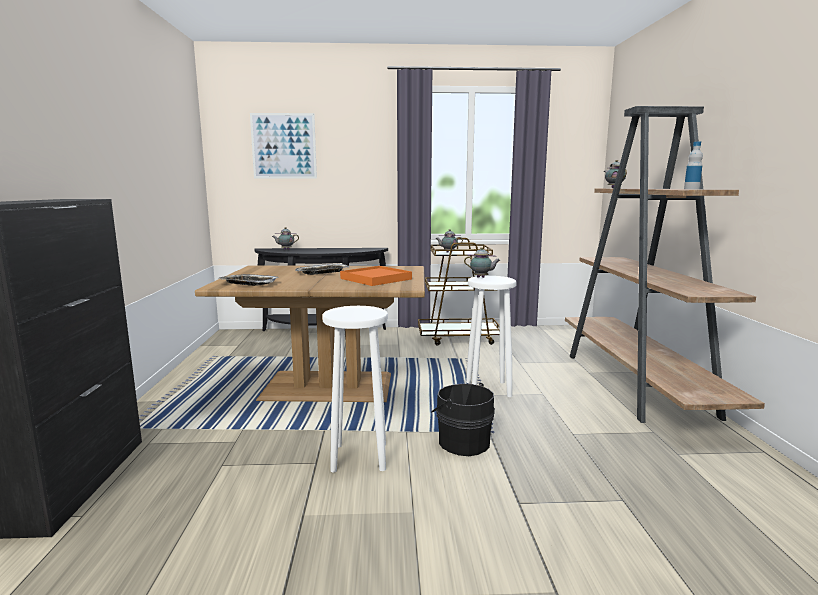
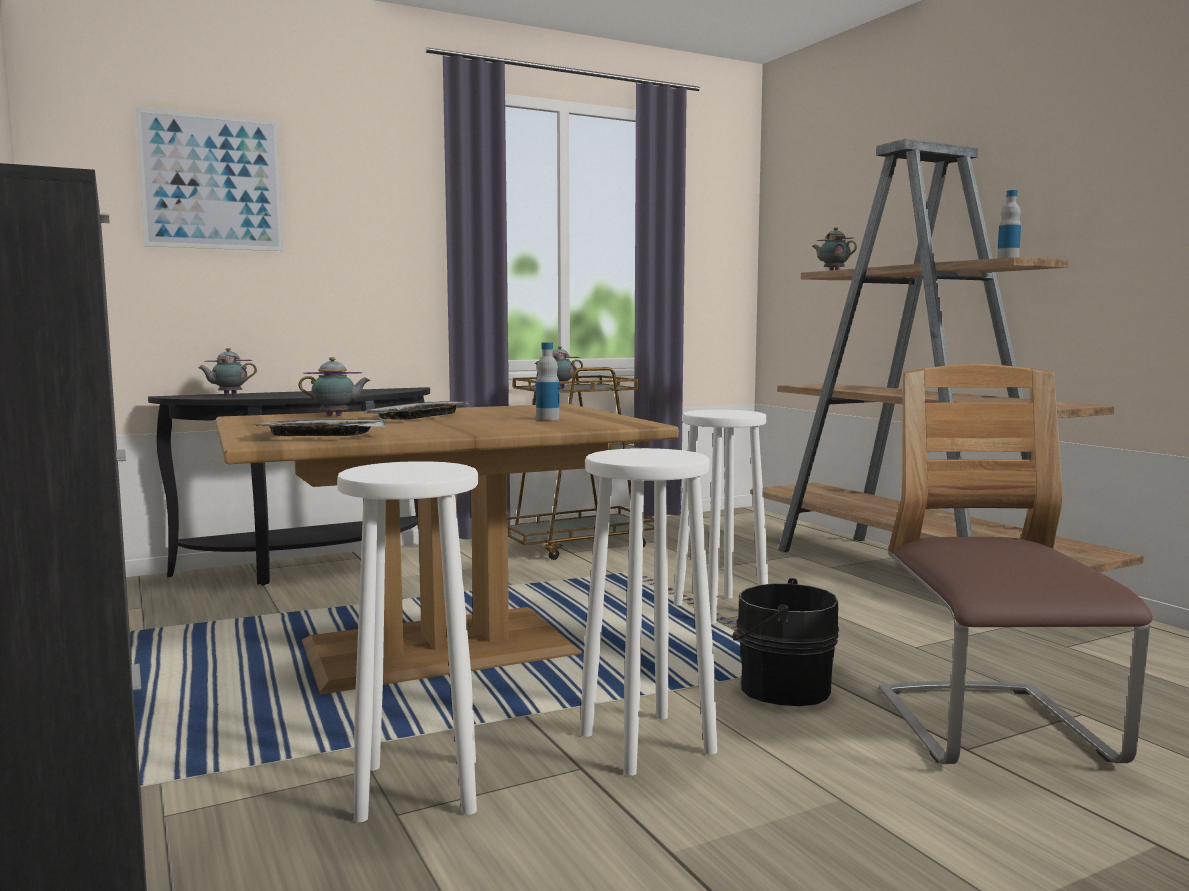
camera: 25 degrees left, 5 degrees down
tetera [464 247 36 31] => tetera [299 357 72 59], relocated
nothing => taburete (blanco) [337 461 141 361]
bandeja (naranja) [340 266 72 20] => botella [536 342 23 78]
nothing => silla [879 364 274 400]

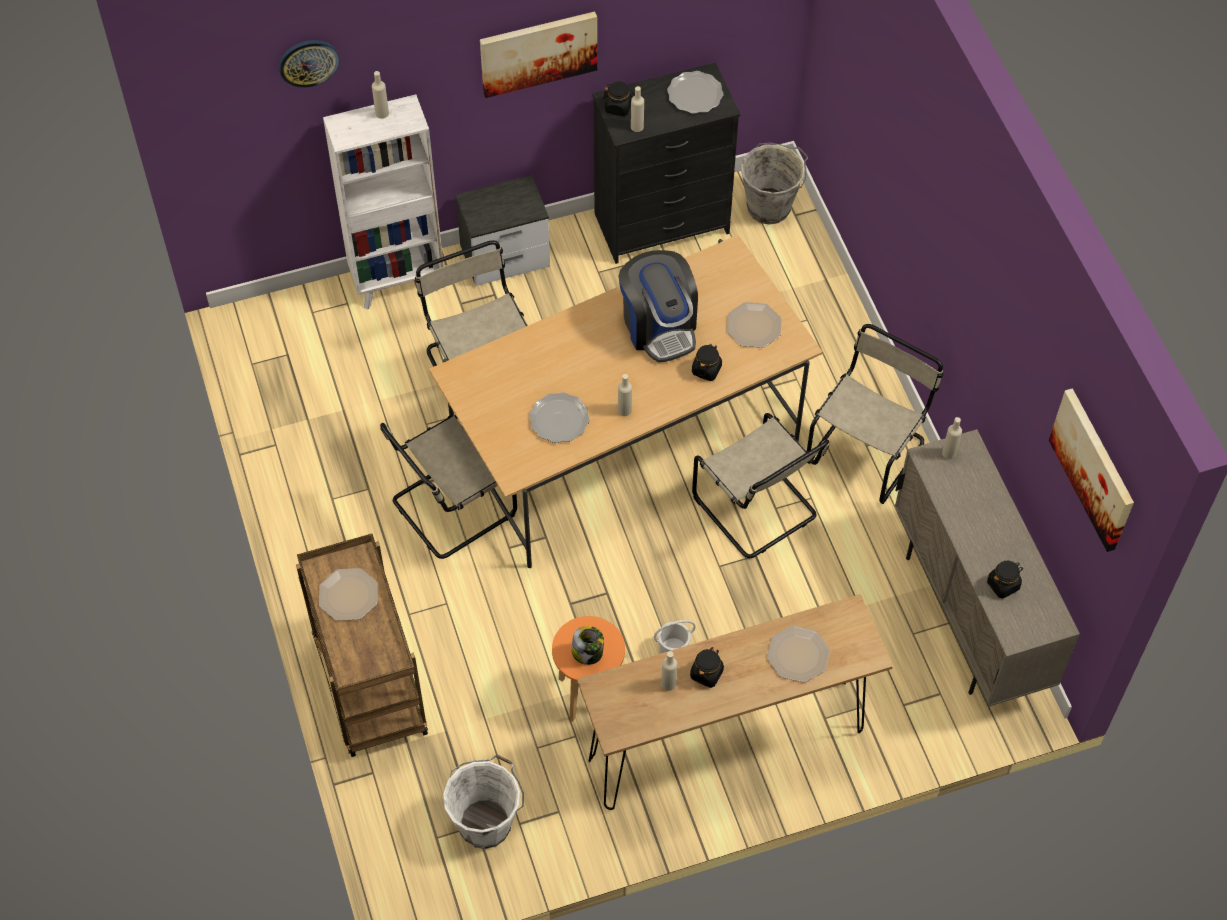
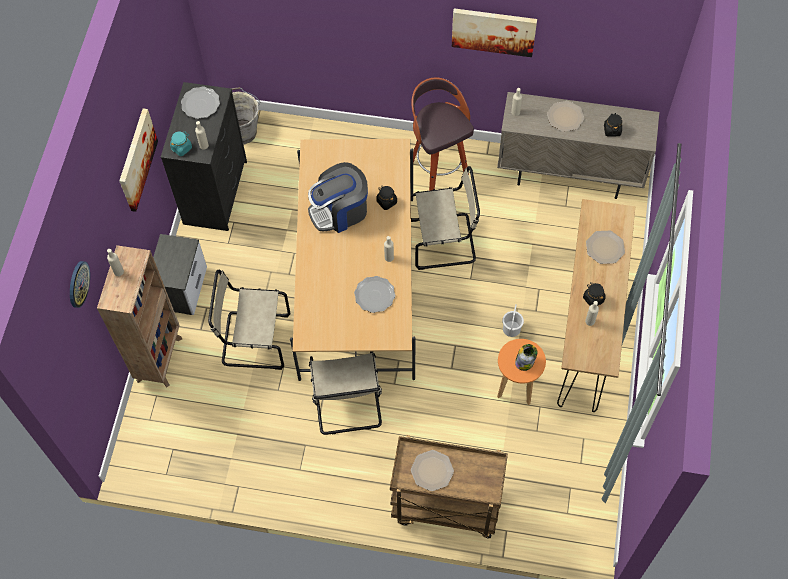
camera: 60 degrees left, 5 degrees up
estantería (blanco) [323 94 121 215] => estantería (marrón) [97 245 85 142]
tarro (negro) [603 81 32 35] => tarro (turquesa) [170 131 22 25]
cafetera [619 250 79 112] => cafetera [308 162 60 71], 150 degrees clockwise
silla (beis) [807 324 136 180] => taburete [411 77 63 114]
cuadro [1049 388 85 164] => cuadro [452 8 85 49], relocated
plato [726 302 56 46] => plato [547 101 37 31], relocated
cubo (blanco) [443 755 81 94] => nothing

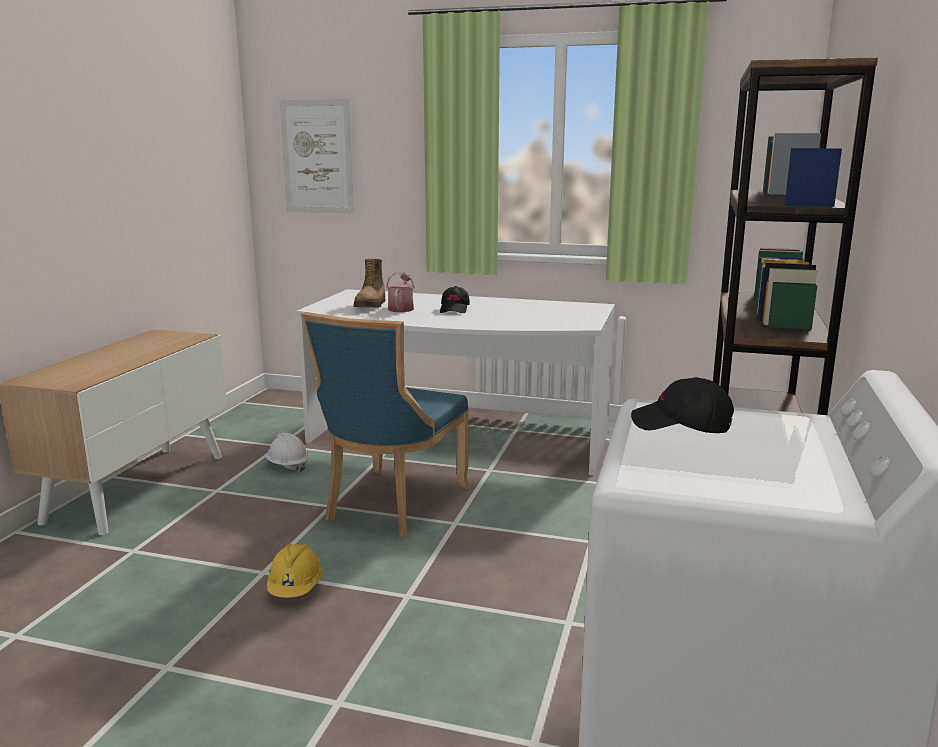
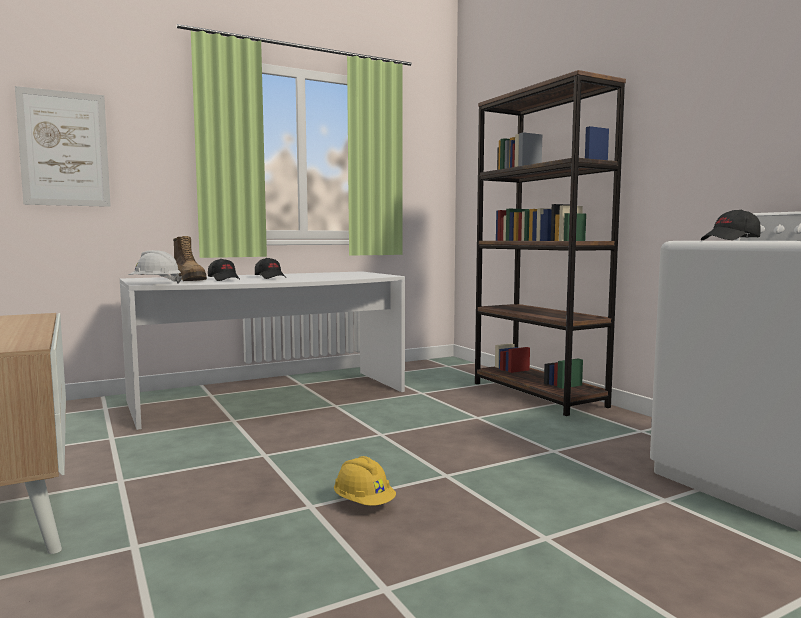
camera: 45 degrees left, 10 degrees down
casco (blanco) [264 433 45 39] => casco (blanco) [129 250 53 34], relocated
regadera [386 272 29 40] => gorra (negro) [208 259 33 22]
silla (azul) [301 312 169 225] => nothing

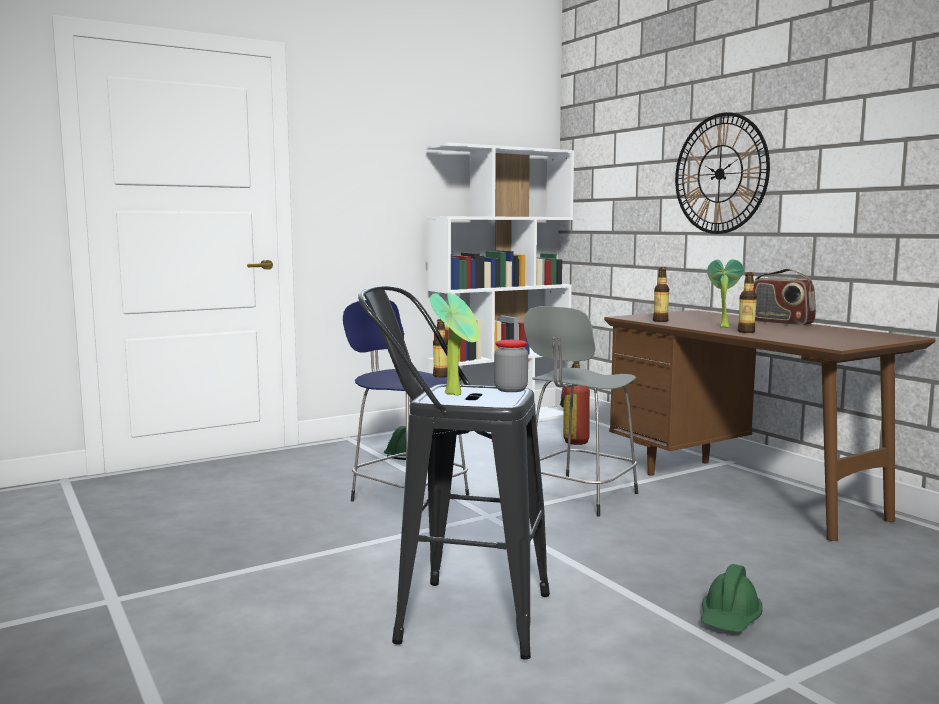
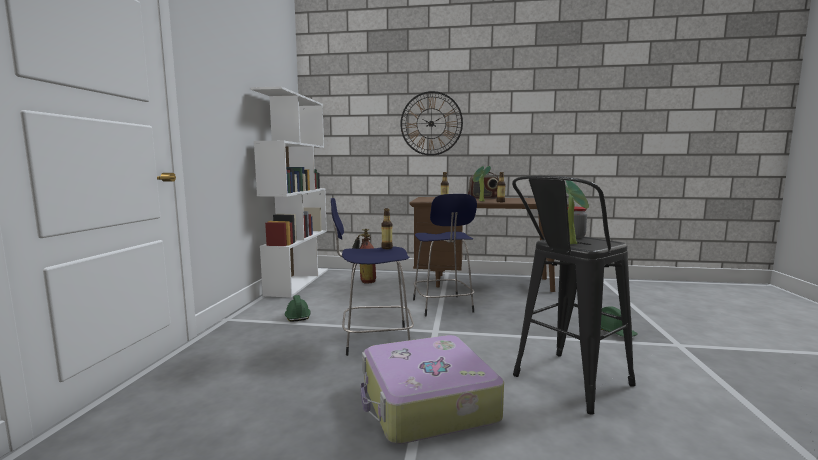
camera: 50 degrees left, 0 degrees up
nothing => maleta [360 335 144 109]
taburete (gris) [524 306 114 211] => taburete (azul) [413 194 64 122]

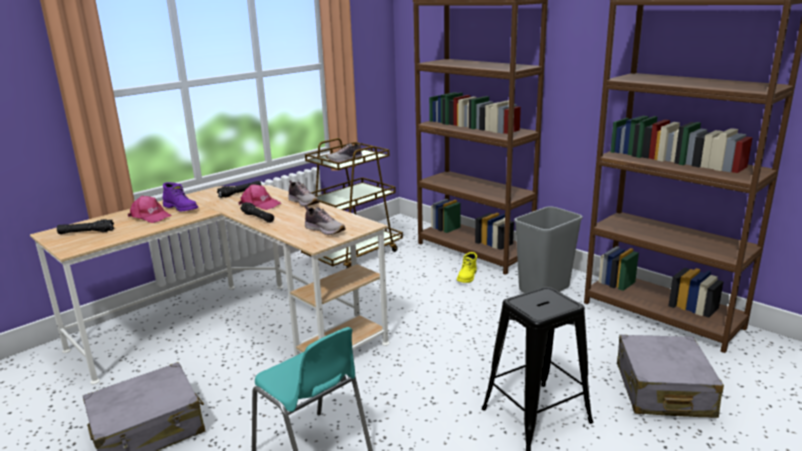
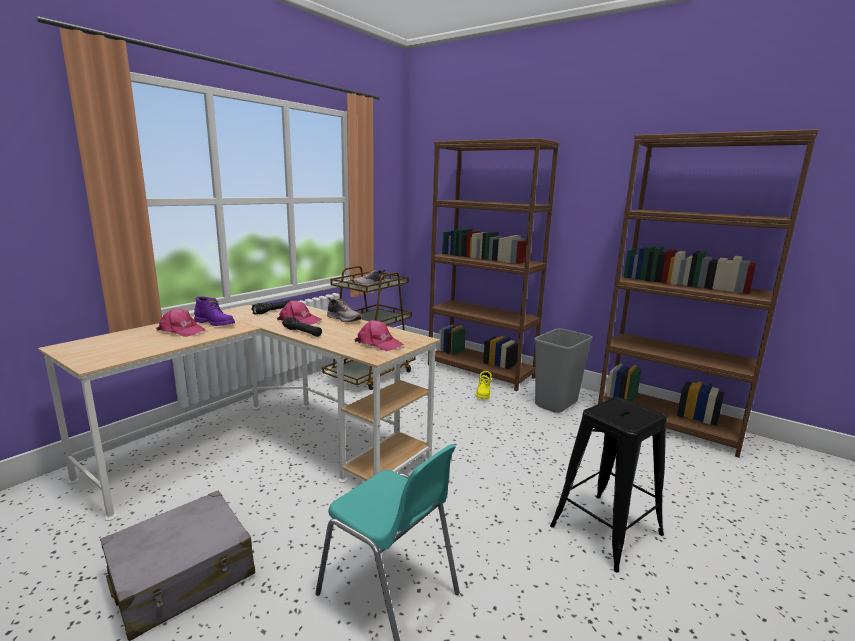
camera: 10 degrees left, 5 degrees down
zapato [305 206 40 29] => gorra (rosa) [354 320 50 31]
linterna (negro) [57 219 57 15] => nothing
maleta (gris) [617 335 107 83] => nothing

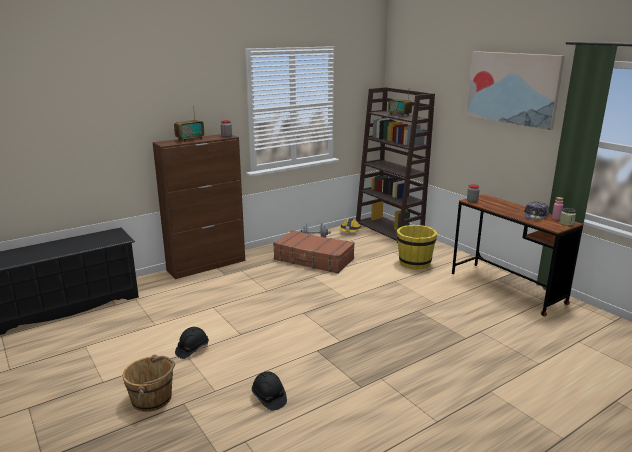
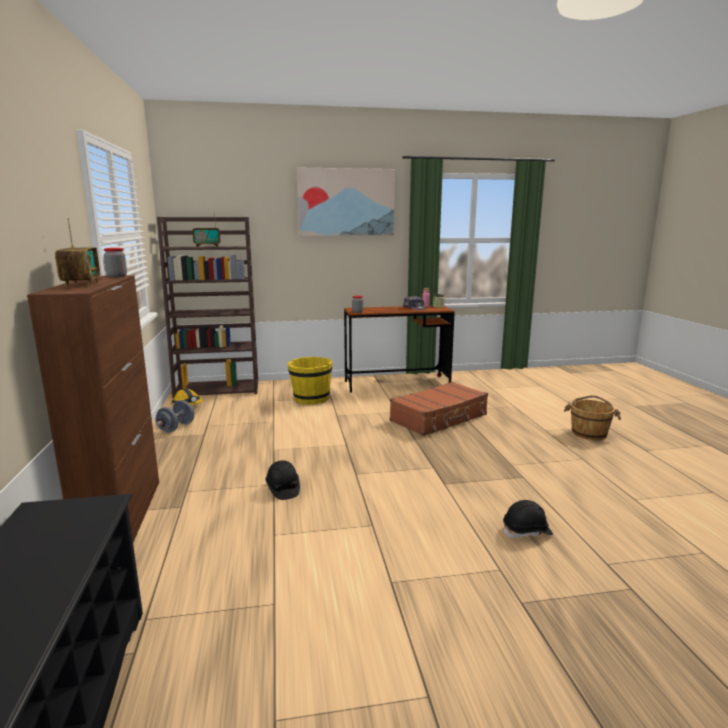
camera: 65 degrees left, 5 degrees down
casco (negro) [175 327 34 32] => casco (negro) [265 460 35 40], relocated
maleta (marrón) [273 230 82 44] => maleta (marrón) [390 382 98 54], relocated
cubo (marrón) [123 355 52 57] => cubo (marrón) [564 395 57 45], relocated

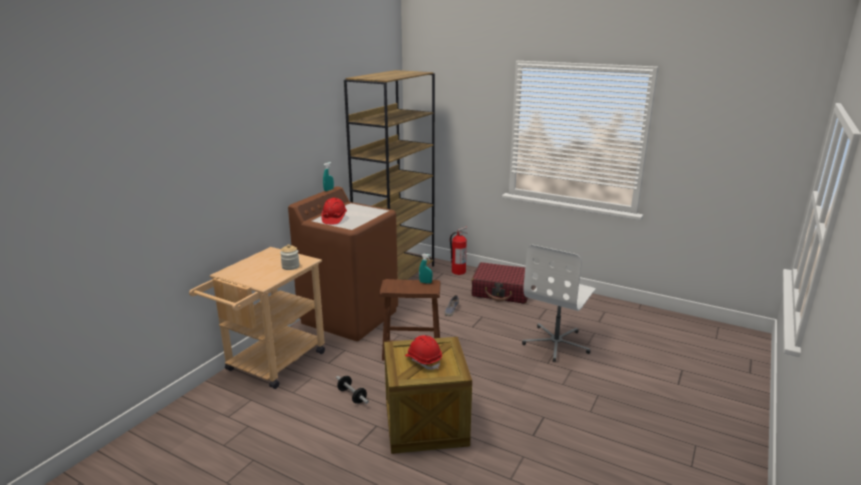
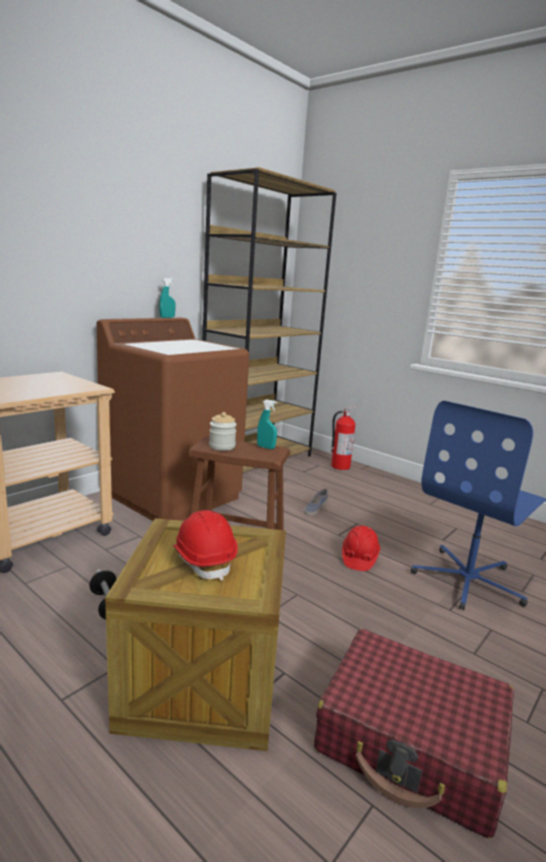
camera: 10 degrees right, 5 degrees down
tarro [280 244 20 26] => tarro [209 412 28 39], relocated
maleta (rojo) [471 262 57 42] => maleta (rojo) [314 629 200 209], relocated
casco (rojo) [321 198 26 26] => casco (rojo) [342 525 38 46], relocated
silla de oficina (blanco) [522 244 74 118] => silla de oficina (azul) [411 400 135 210]

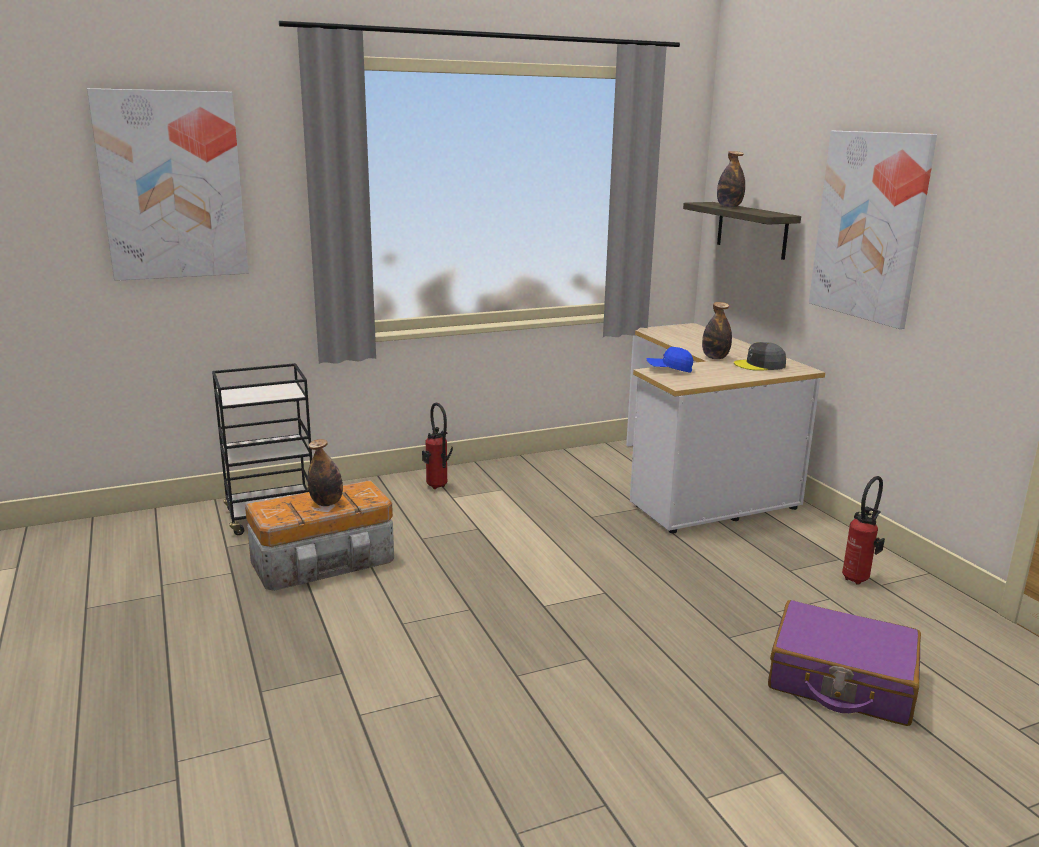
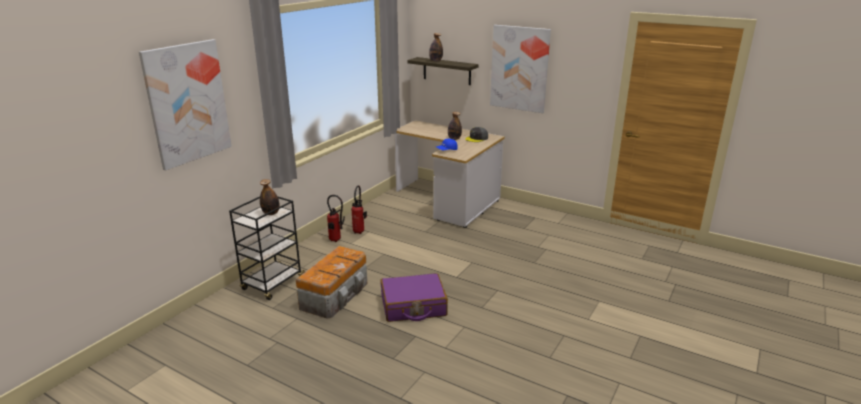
camera: 35 degrees left, 5 degrees up
botella [307 439 36 67] => botella [260 179 20 36], relocated
extintor [842 476 43 108] => extintor [351 185 16 49], relocated
maleta (morado) [768 600 153 126] => maleta (morado) [381 273 67 49], relocated

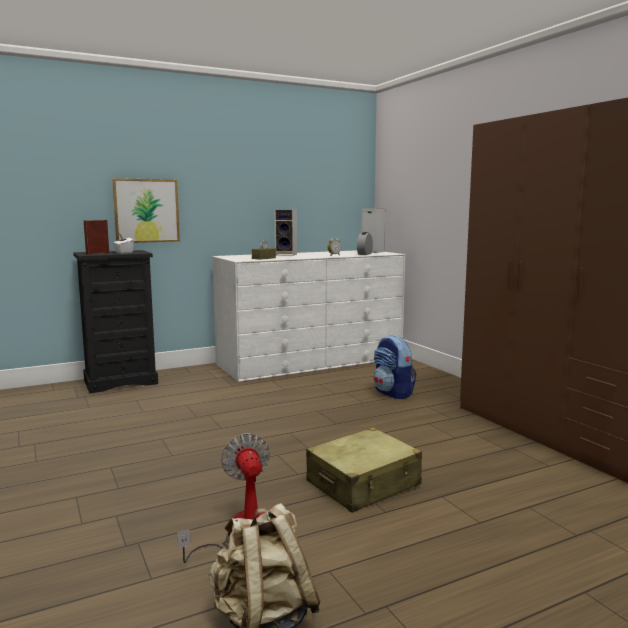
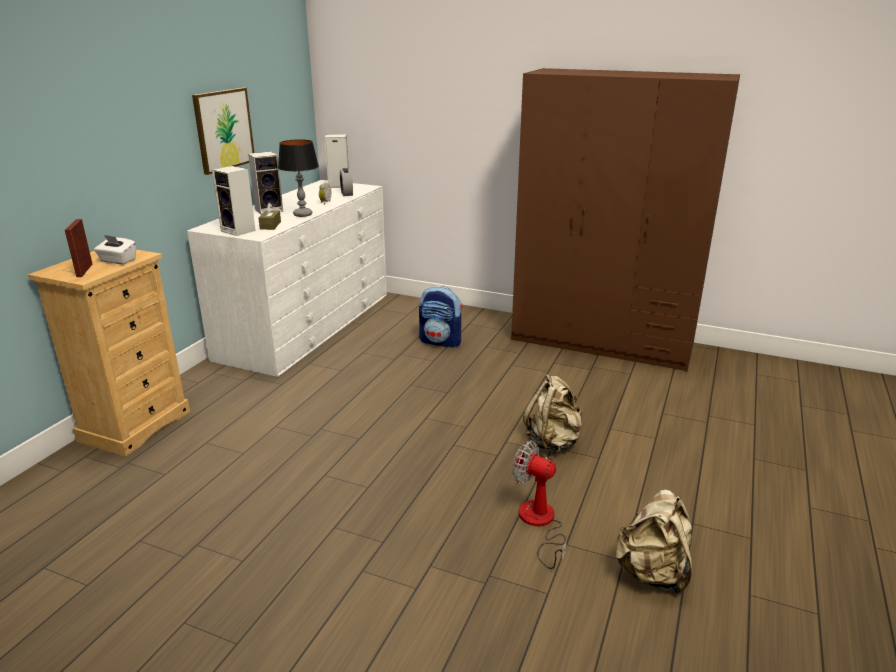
camera: 40 degrees left, 15 degrees up
cómoda (negro) [73 250 85 143] => cómoda (beis) [28 250 162 207]
cuadro [112 178 68 65] => cuadro [192 88 62 87], relocated
nothing => altavoz [212 166 44 70]
nothing => lámpara de mesa [278 140 41 77]
maleta (beis) [306 427 116 86] => mochila (beis) [523 374 59 79]

